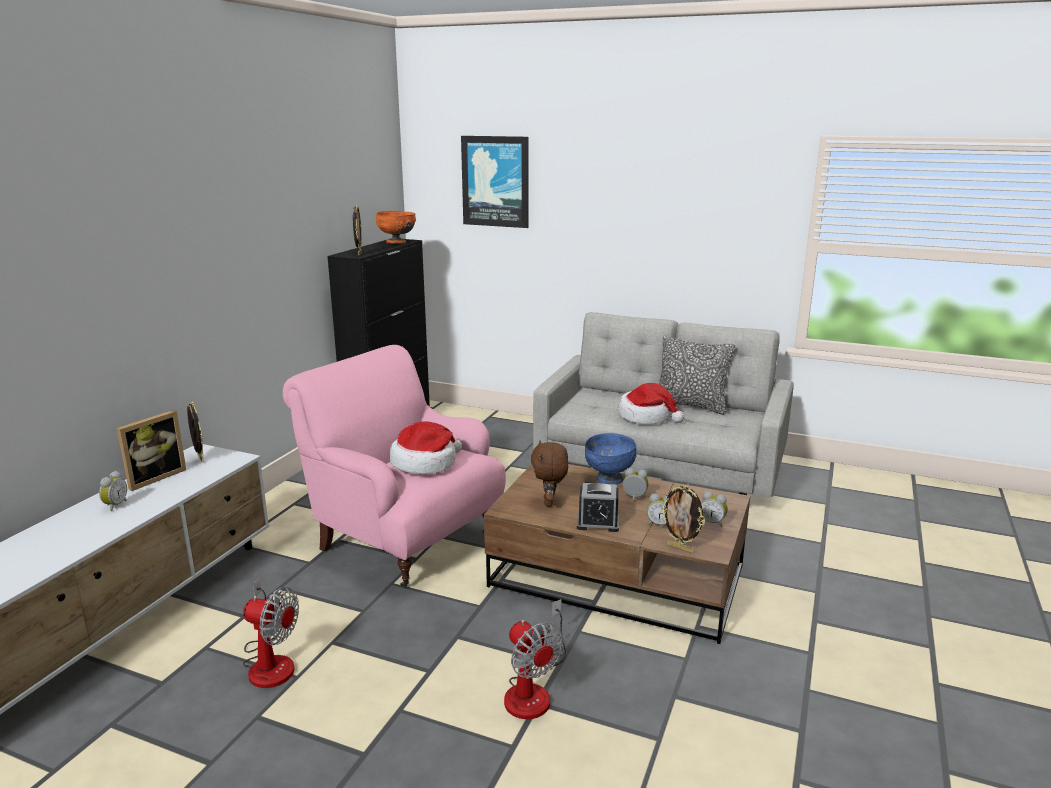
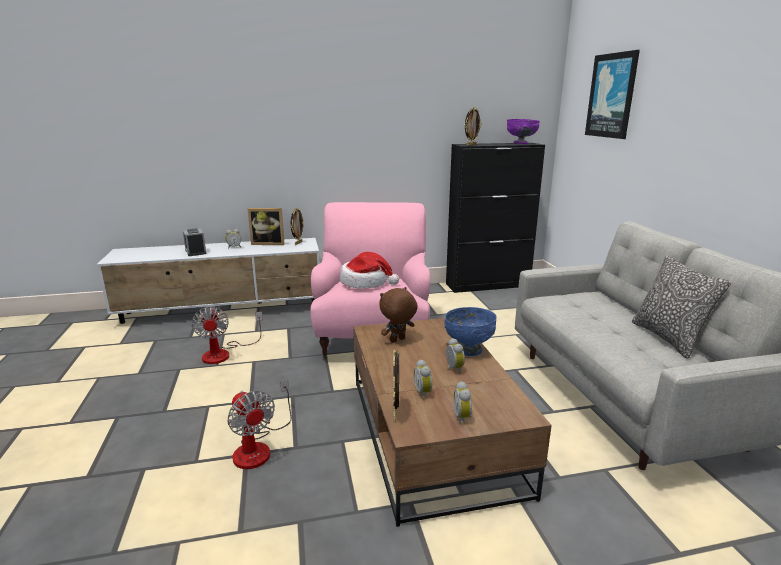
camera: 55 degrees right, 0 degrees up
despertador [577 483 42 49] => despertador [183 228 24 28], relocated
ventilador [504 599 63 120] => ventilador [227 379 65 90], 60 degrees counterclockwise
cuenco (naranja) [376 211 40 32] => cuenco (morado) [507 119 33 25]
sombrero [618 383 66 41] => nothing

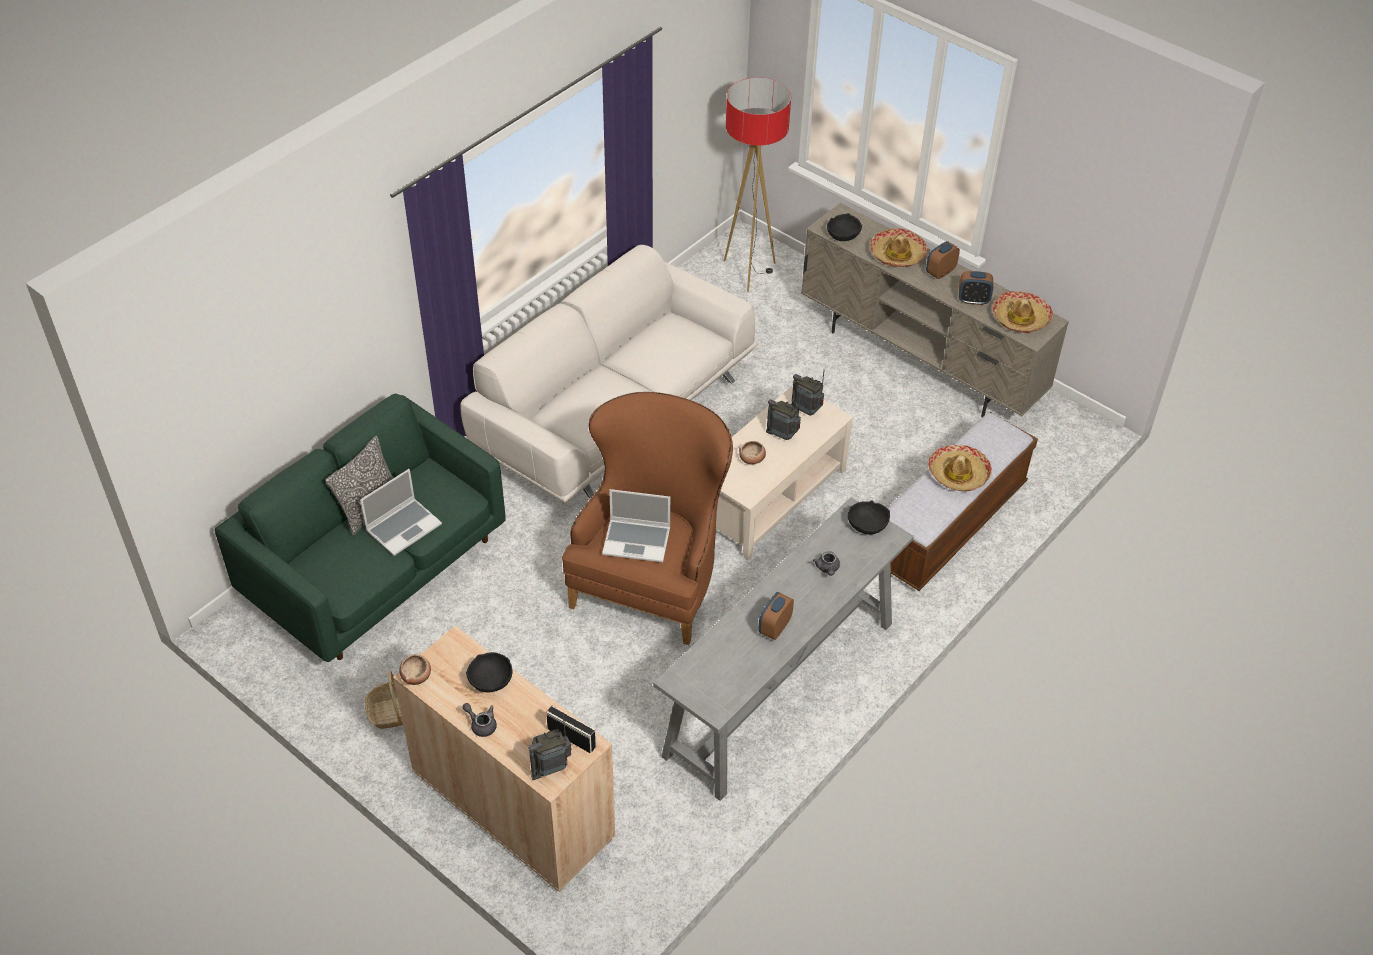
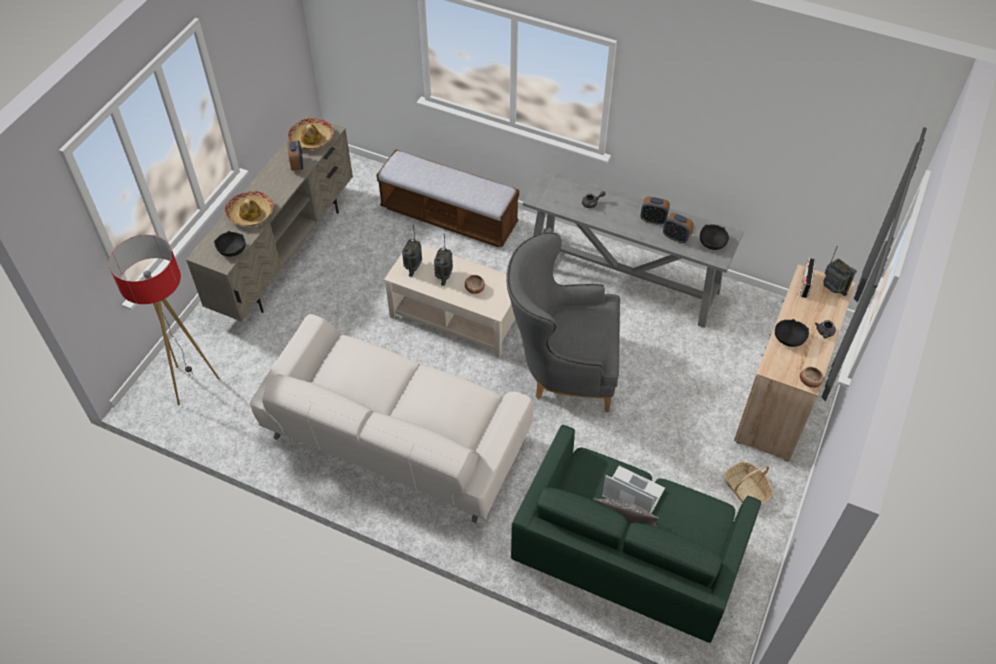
camera: 105 degrees left, 5 degrees up
sillón (marrón) [562 392 171 253] => sillón (gris) [506 232 114 180]
despertador [926 241 34 38] => despertador [663 213 31 30], relocated
cuenco (negro) [848 500 42 34] => cuenco (negro) [700 224 29 26], relocated
portátil [602 489 68 73] => nothing
sombrero [928 445 64 47] => nothing

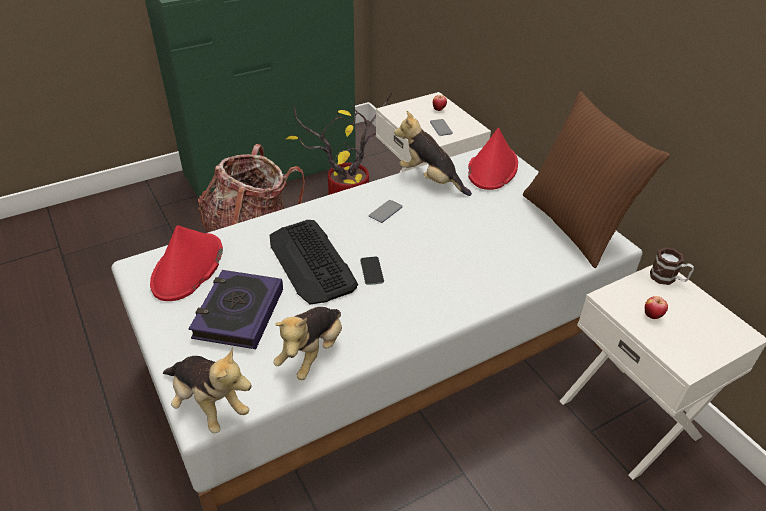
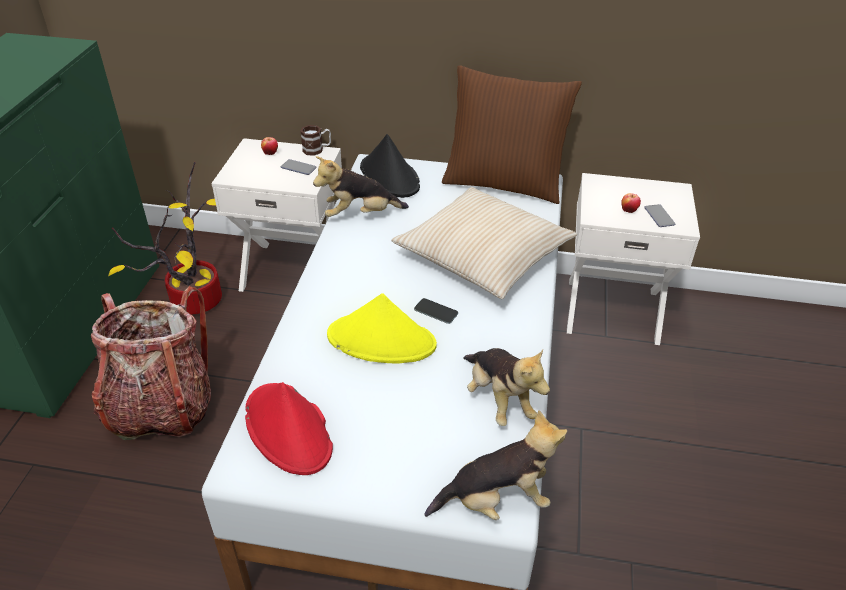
camera: 50 degrees left, 0 degrees up
taza grande [650 247 44 38] => taza grande [300 125 31 31], relocated
teclado [270 220 88 85] => sombrero (amarillo) [327 293 110 70]
sombrero (rojo) [468 128 50 62] => sombrero (negro) [360 134 60 64]
nothing => cojín (beis) [391 187 186 112]
móvil [369 200 34 23] => móvil [644 204 31 23], relocated
libro [188 270 95 79] => nothing

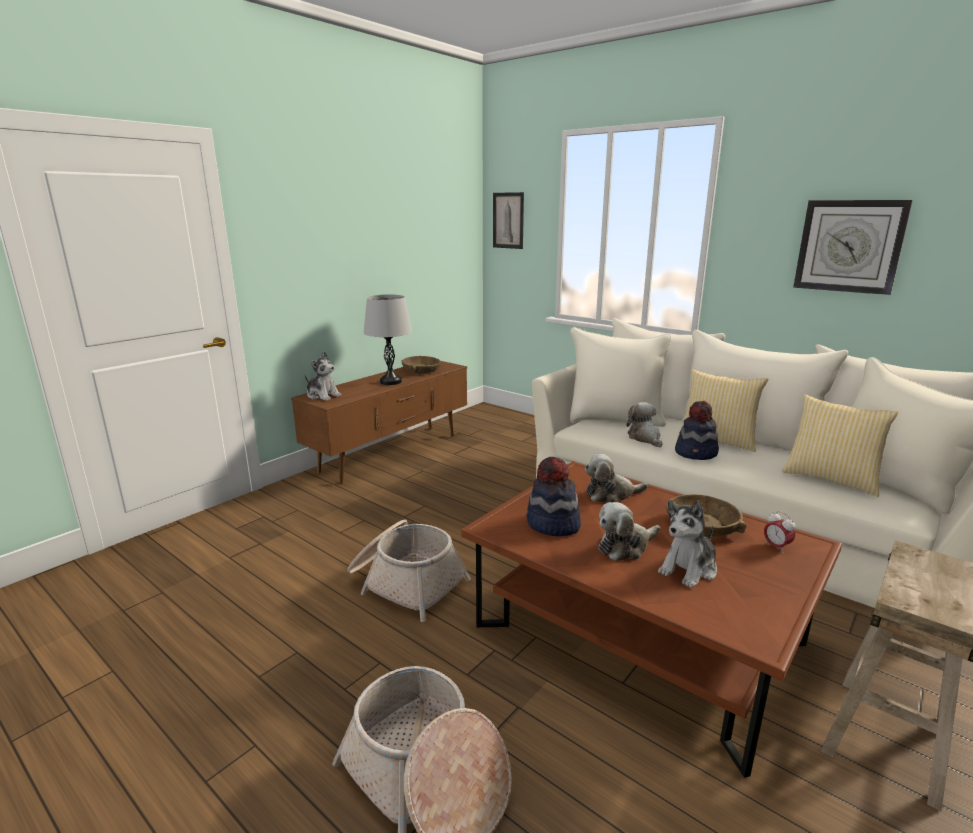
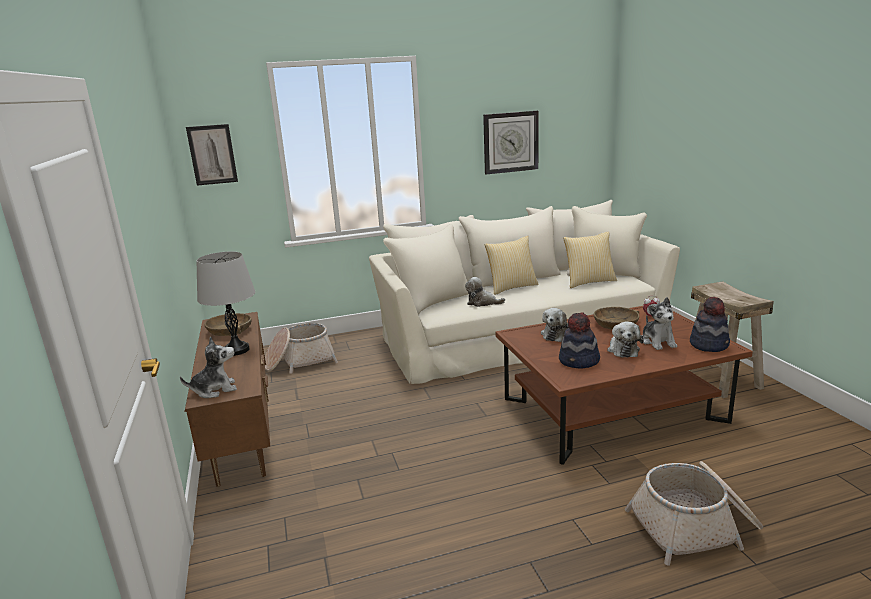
camera: 55 degrees left, 0 degrees up
cesta [347 520 124 102] => cesta [265 323 73 51], relocated
sombrero [675 401 44 59] => sombrero [690 297 40 55], relocated

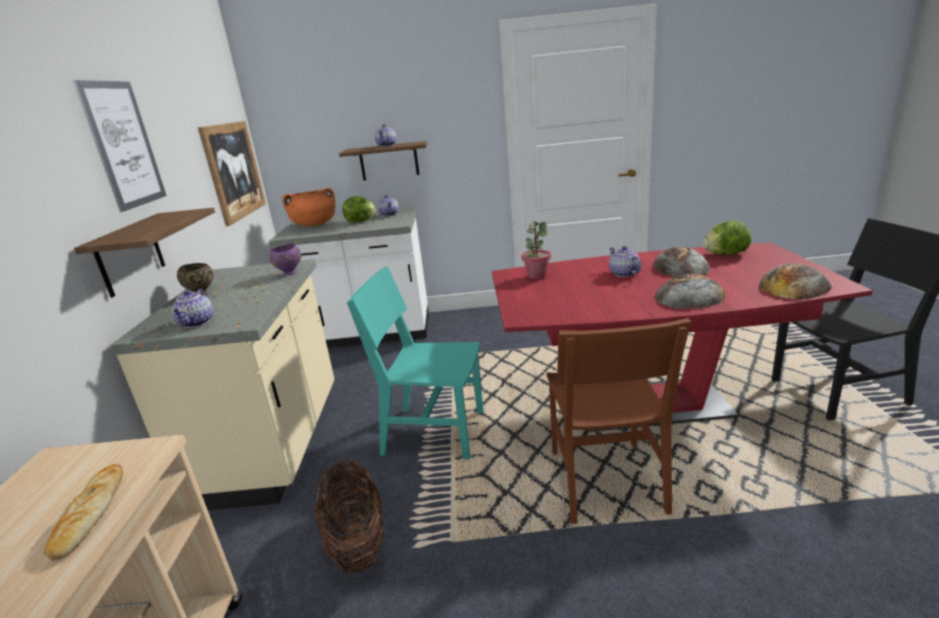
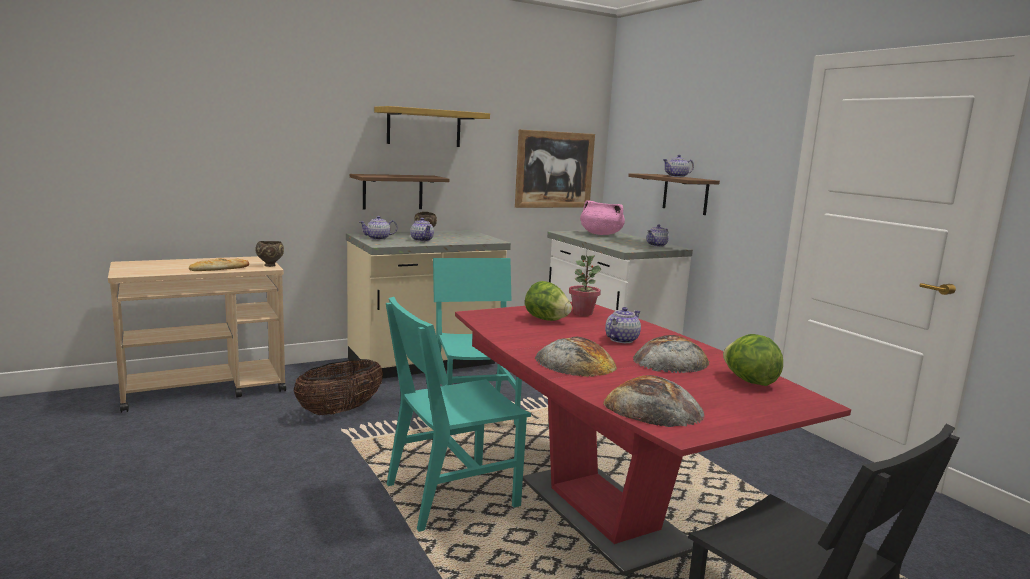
camera: 60 degrees right, 10 degrees down
nothing => cuenco (marrón) [255 241 29 26]
cuadro [73 80 94 132] => estante [374 106 116 41]
silla (marrón) [546 318 145 206] => silla (turquesa) [386 297 145 235]
nothing => tetera [410 218 24 24]
lechuga [342 196 33 26] => lechuga [525 281 47 40], relocated
olla (naranja) [282 188 53 38] => olla (rosa) [580 200 45 35]
cuenco (morado) [269 243 32 32] => nothing

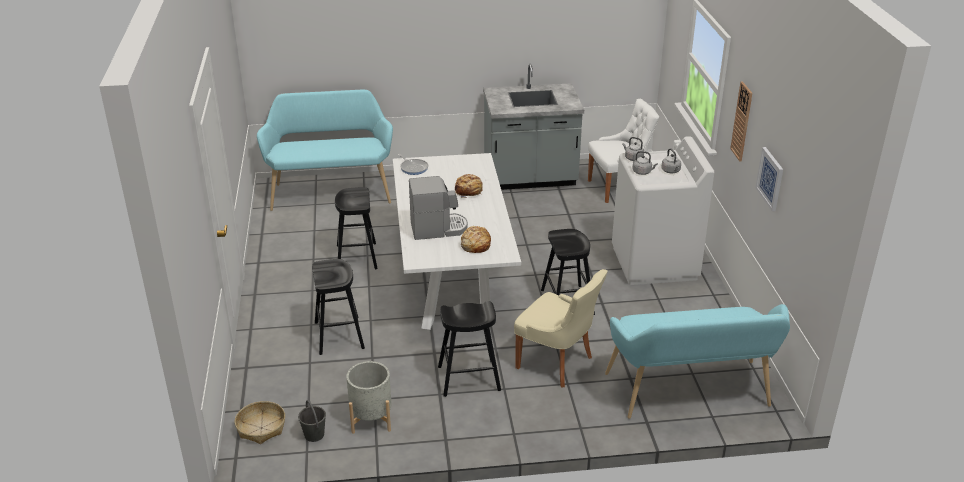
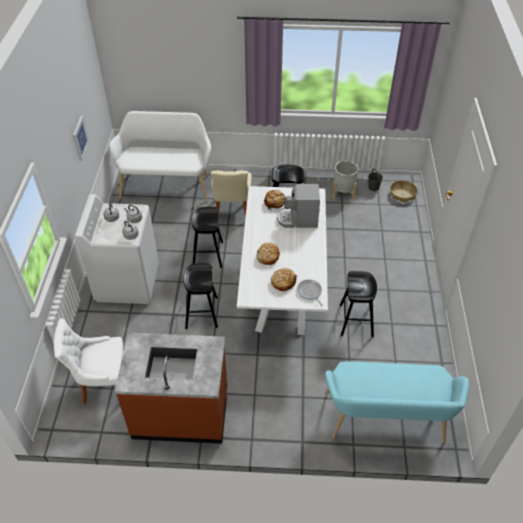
camera: 170 degrees left, 15 degrees up
banco (turquesa) [605 304 185 115] => banco (blanco) [109 111 102 91]
mueble bajo de cocina (gris) [483 64 101 126] => mueble bajo de cocina (marrón) [114 333 113 111]
taburete (negro) [312 259 53 96] => taburete (negro) [183 263 35 66], relocated
silla (beis) [514 269 94 119] => silla (beis) [211 171 41 45], 135 degrees counterclockwise
nothing => pan [271 268 27 23]
reloj de pared [730 81 22 81] => nothing

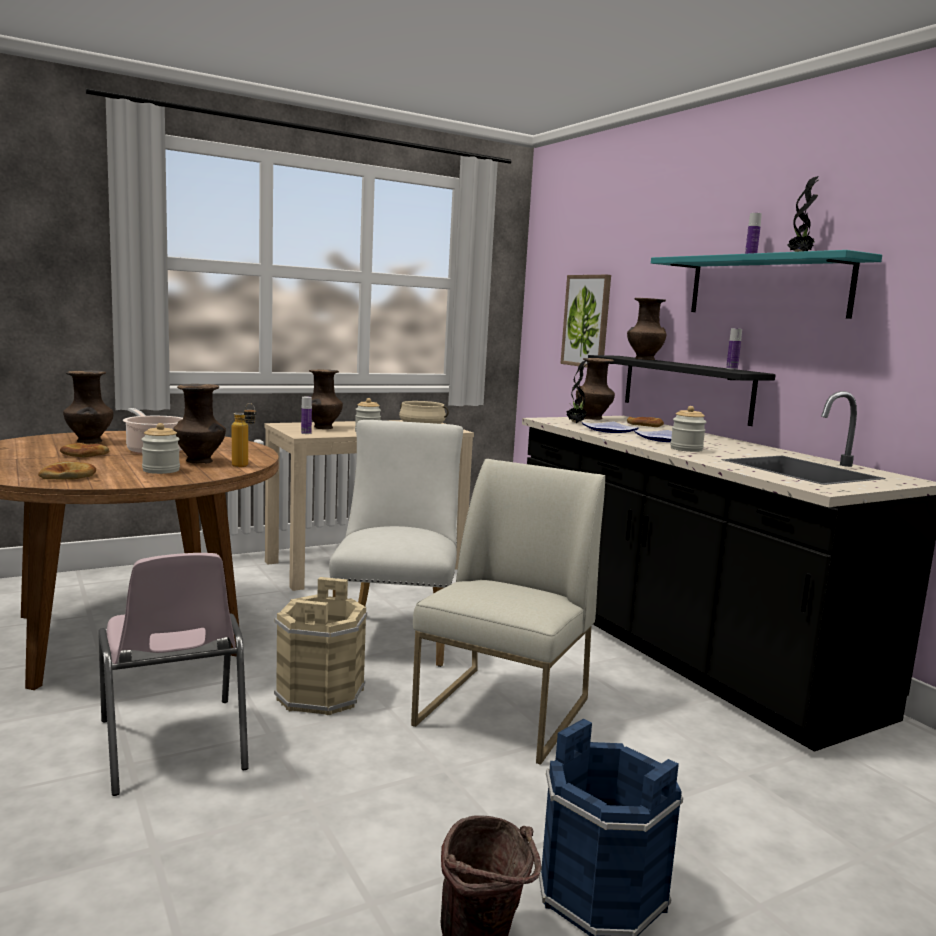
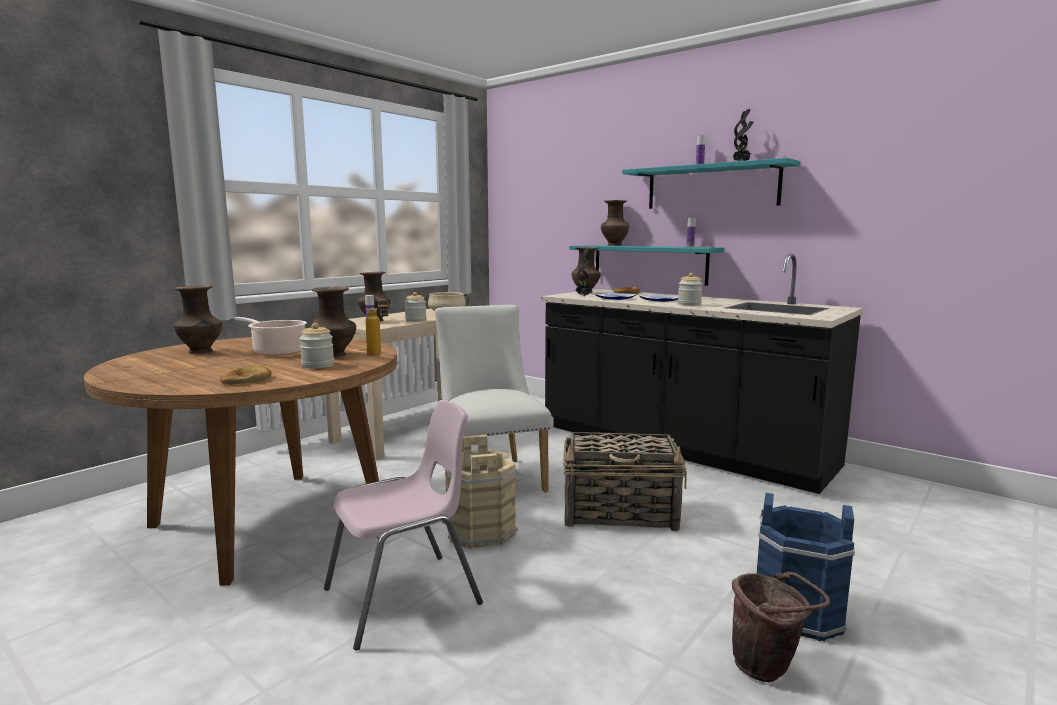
camera: 20 degrees left, 0 degrees up
silla (rosa) [98 553 151 243] => silla (rosa) [324 400 159 250], 75 degrees counterclockwise
silla (blanco) [411 459 194 306] => cesta [563 432 123 99]
estante (negro) [588 355 188 71] => estante (turquesa) [569 245 155 41]
pan [60 443 49 14] => nothing
cuadro [560 275 51 92] => nothing

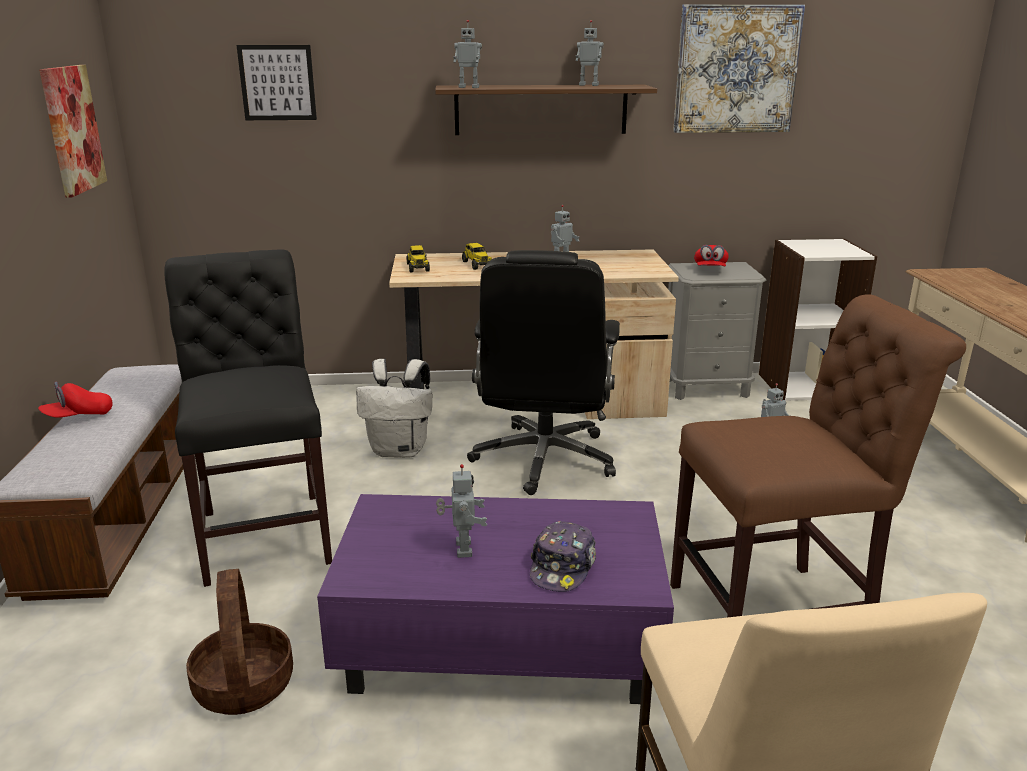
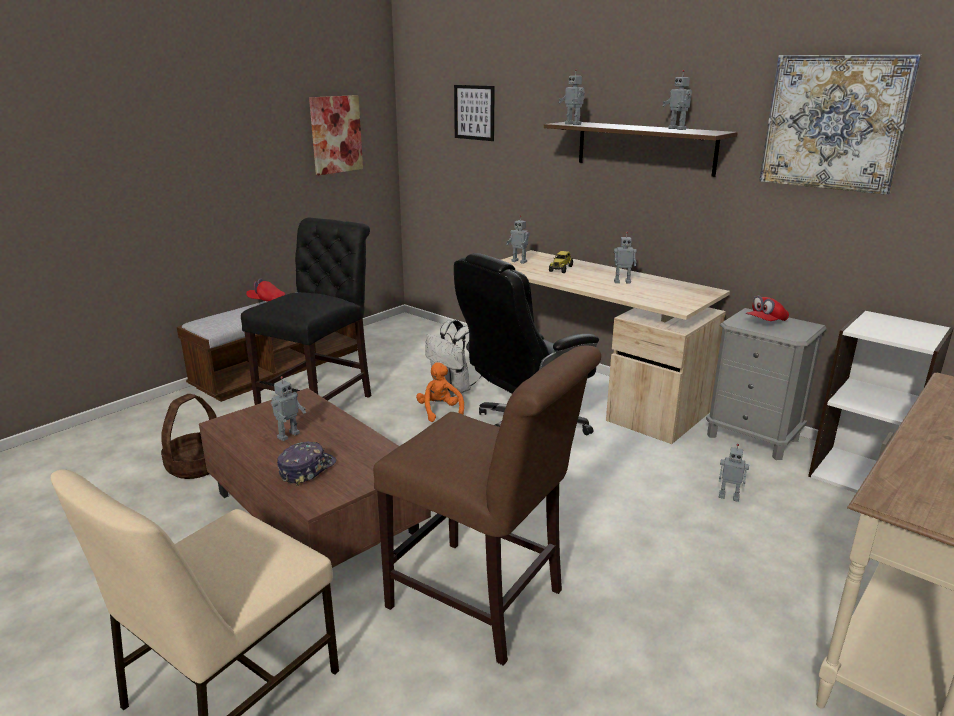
camera: 45 degrees right, 0 degrees up
mesa de centro (morado) [317 494 357 210] => mesa de centro (marrón) [199 388 232 180]
gorra [530 521 66 71] => gorra [277 442 59 44], 150 degrees clockwise
nothing => peluche (naranja) [416 362 48 60]
camión de juguete [406 245 24 27] => robot de juguete [506 215 24 49]

